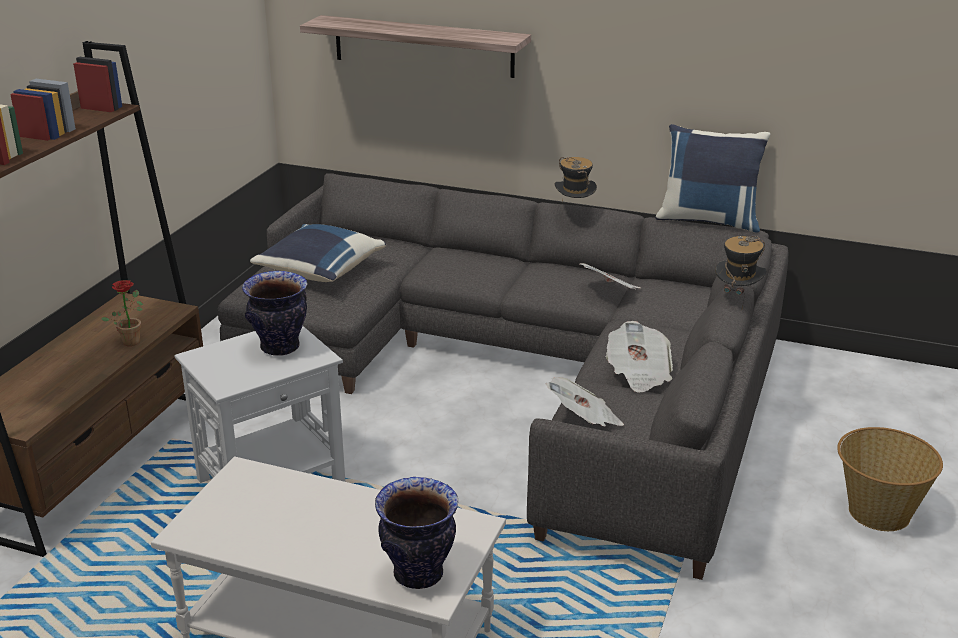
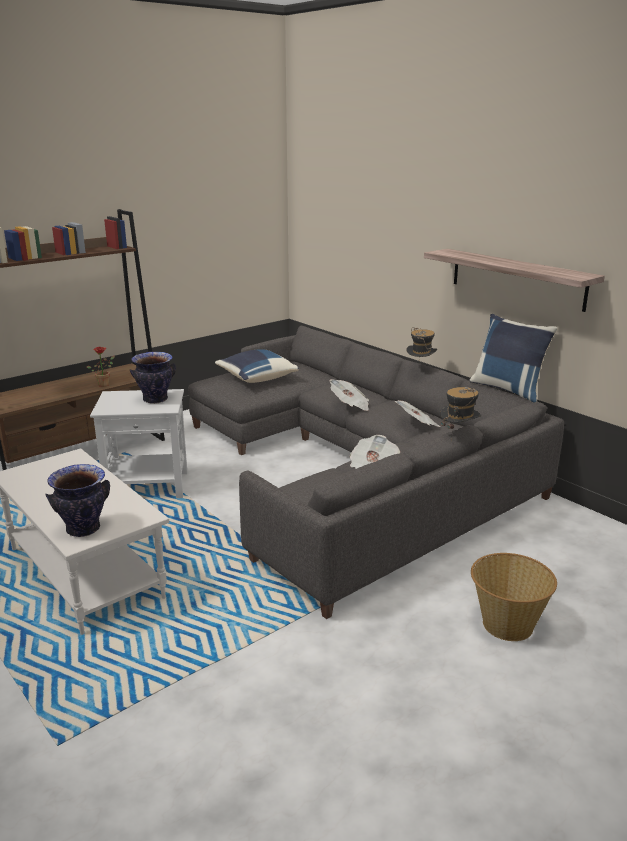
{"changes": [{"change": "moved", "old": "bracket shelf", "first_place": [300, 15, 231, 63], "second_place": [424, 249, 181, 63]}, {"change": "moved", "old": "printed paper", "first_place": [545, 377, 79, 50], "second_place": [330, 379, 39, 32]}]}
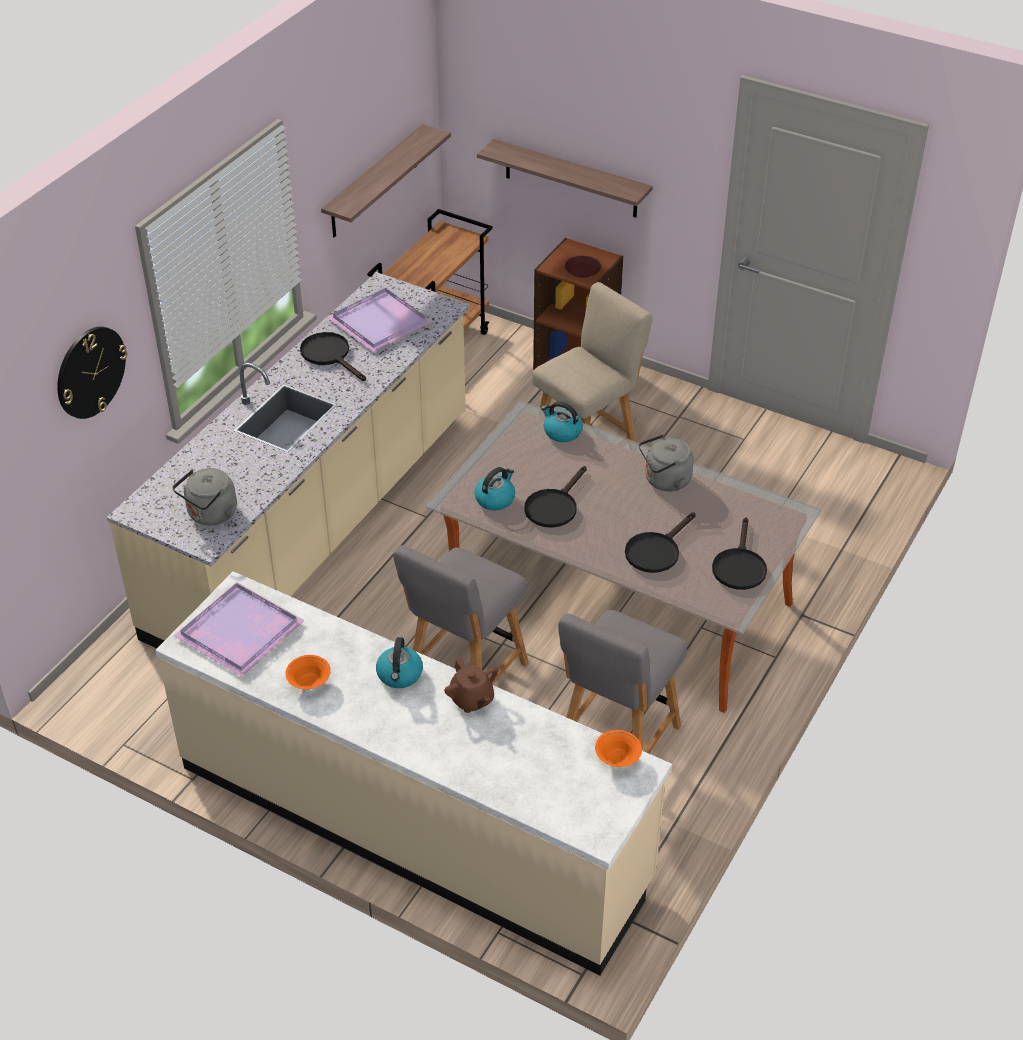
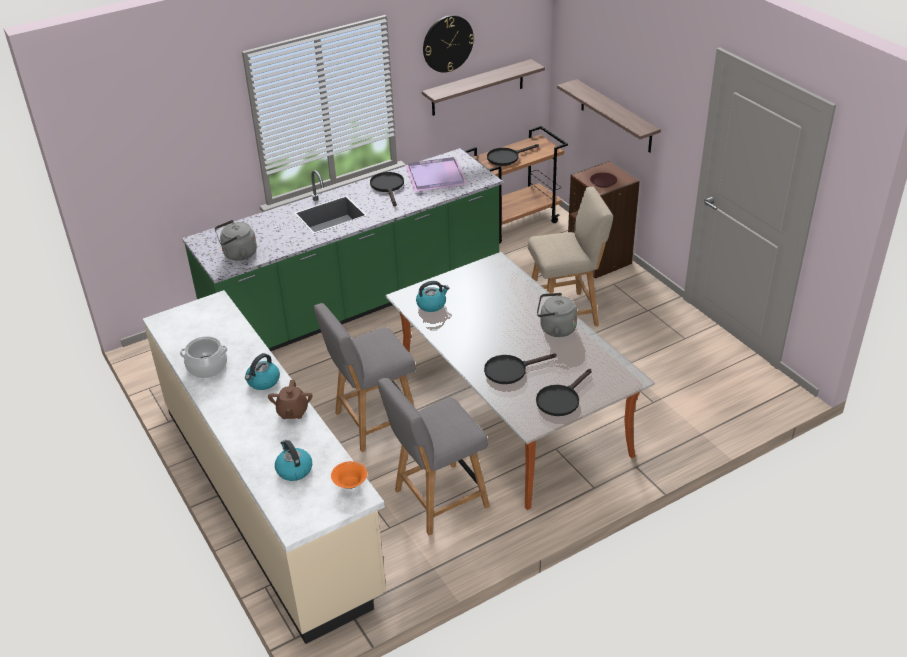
{"changes": [{"change": "recoloured", "old": "kitchen counter in beige-coloured", "new": "kitchen counter in green-coloured", "first_place": [107, 272, 363, 376], "second_place": [182, 148, 321, 203]}, {"change": "moved", "old": "clock on the wall", "first_place": [57, 327, 70, 92], "second_place": [423, 15, 51, 58]}, {"change": "moved", "old": "tea kettle", "first_place": [541, 401, 42, 41], "second_place": [275, 440, 37, 41]}, {"change": "moved", "old": "frying pan in blackish", "first_place": [524, 466, 63, 62], "second_place": [487, 144, 52, 22]}, {"change": "removed", "old": "tray in purple-coloured", "first_place": [174, 582, 131, 95]}, {"change": "replaced", "old": "bowl in orange", "new": "stockpot", "first_place": [285, 655, 46, 34], "second_place": [180, 336, 48, 42]}]}
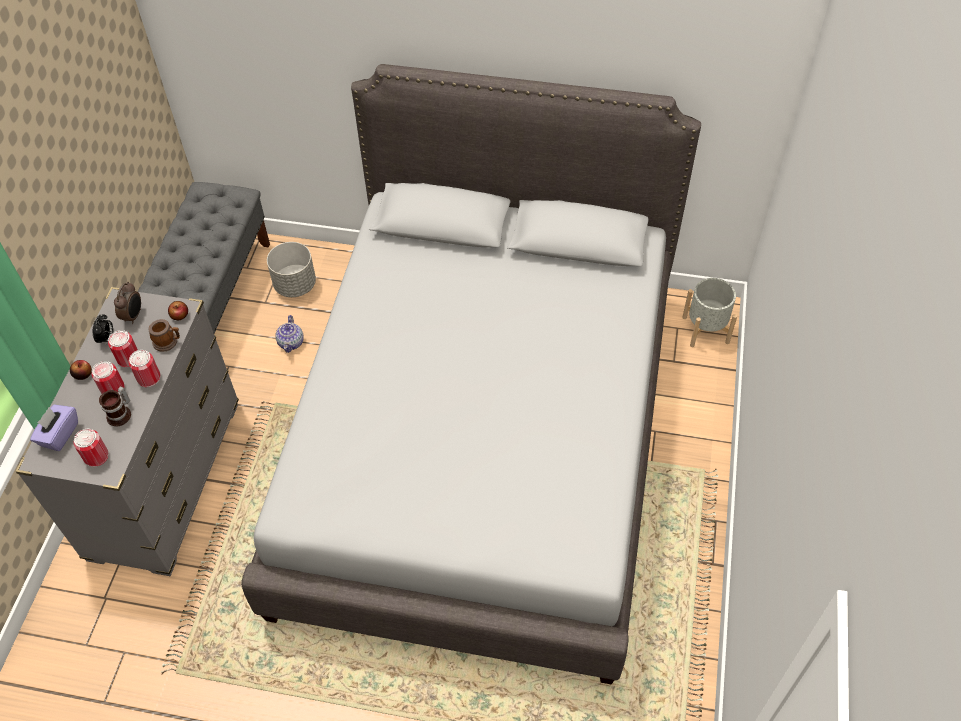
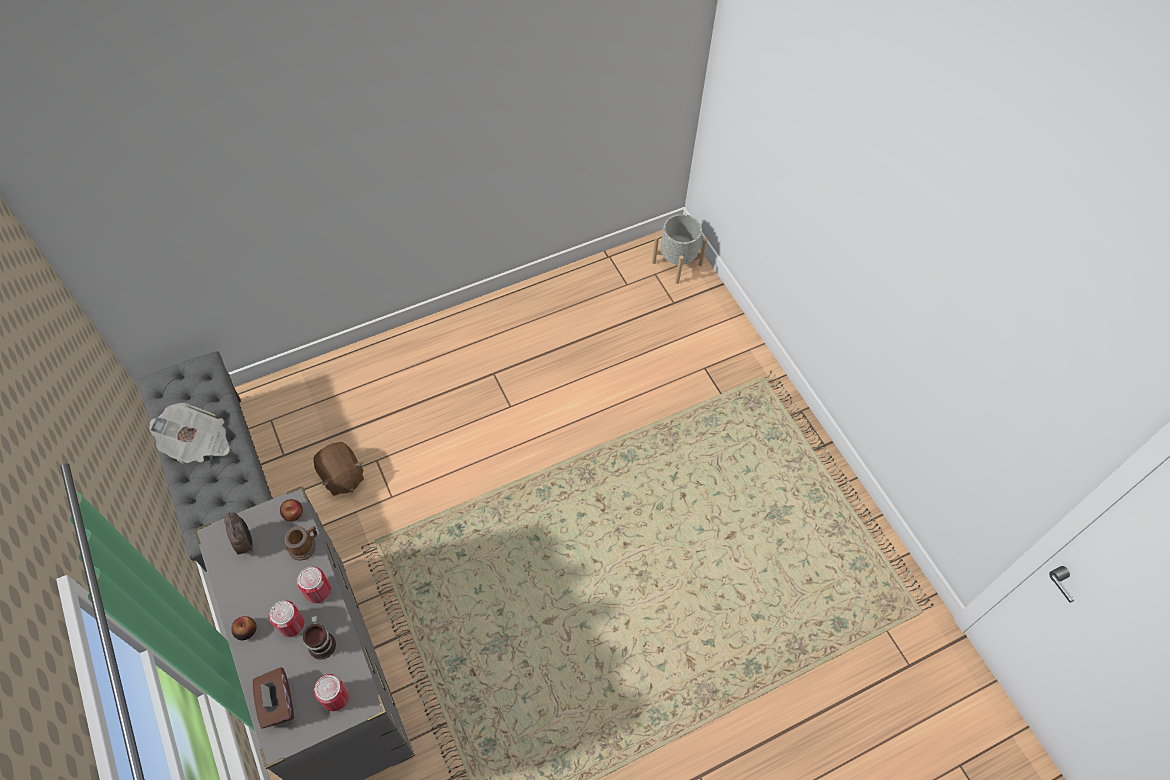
{"changes": [{"change": "removed", "old": "bedroom bed in greyish", "first_place": [241, 64, 460, 620]}, {"change": "removed", "old": "flower pot in greyish", "first_place": [267, 242, 49, 55]}, {"change": "removed", "old": "bedside clock", "first_place": [93, 314, 20, 30]}, {"change": "replaced", "old": "tea pot", "new": "soft toy in brown", "first_place": [276, 315, 28, 38], "second_place": [313, 442, 51, 54]}, {"change": "removed", "old": "sealed can", "first_place": [108, 330, 30, 37]}, {"change": "recoloured", "old": "tissue box in purple-coloured", "new": "tissue box in brown", "first_place": [30, 405, 48, 46], "second_place": [253, 667, 41, 62]}, {"change": "added", "new": "printed paper", "second_place": [149, 403, 81, 61]}]}
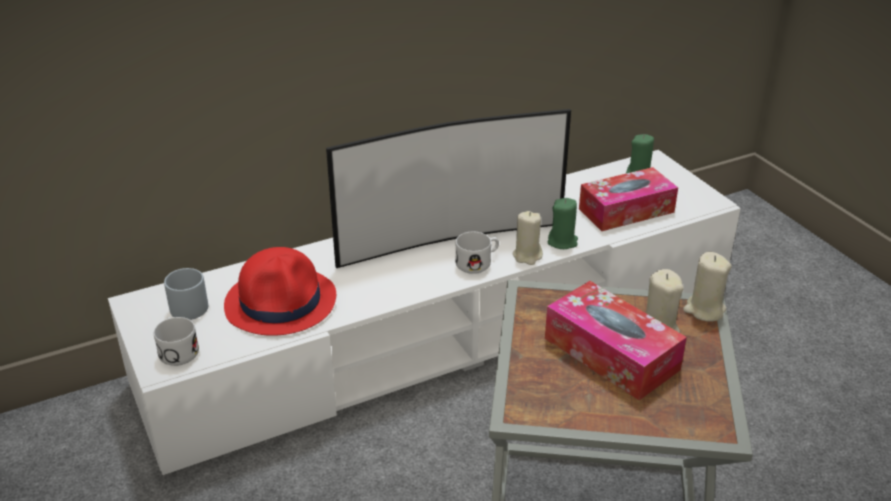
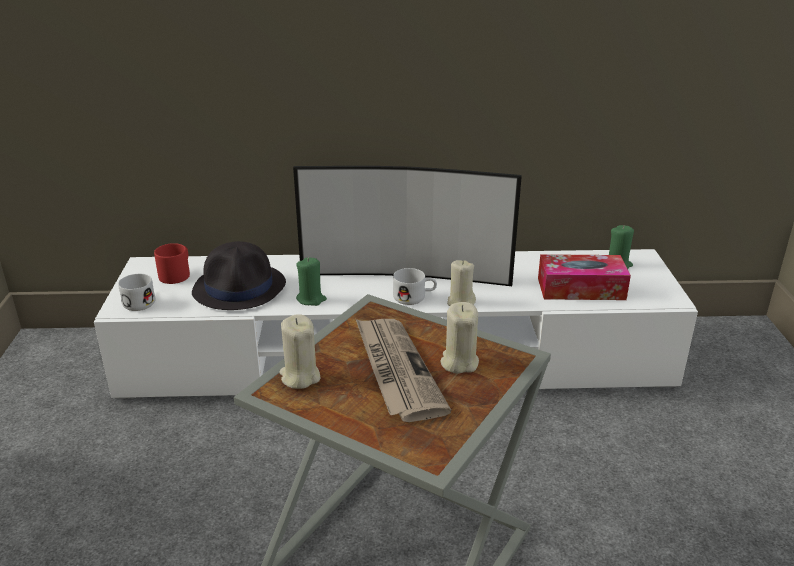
{"changes": [{"change": "moved", "old": "wax light in green-coloured", "first_place": [547, 198, 31, 51], "second_place": [296, 258, 31, 48]}, {"change": "recoloured", "old": "clothing hat in red", "new": "clothing hat in blackish", "first_place": [224, 247, 112, 89], "second_place": [192, 241, 94, 69]}, {"change": "moved", "old": "wax light in beige-coloured", "first_place": [683, 252, 48, 70], "second_place": [279, 314, 41, 75]}, {"change": "recoloured", "old": "coffee mug in greyish", "new": "coffee mug in red", "first_place": [164, 268, 44, 52], "second_place": [154, 243, 36, 41]}, {"change": "replaced", "old": "tissue box", "new": "printed paper", "first_place": [545, 281, 142, 119], "second_place": [356, 319, 95, 103]}]}
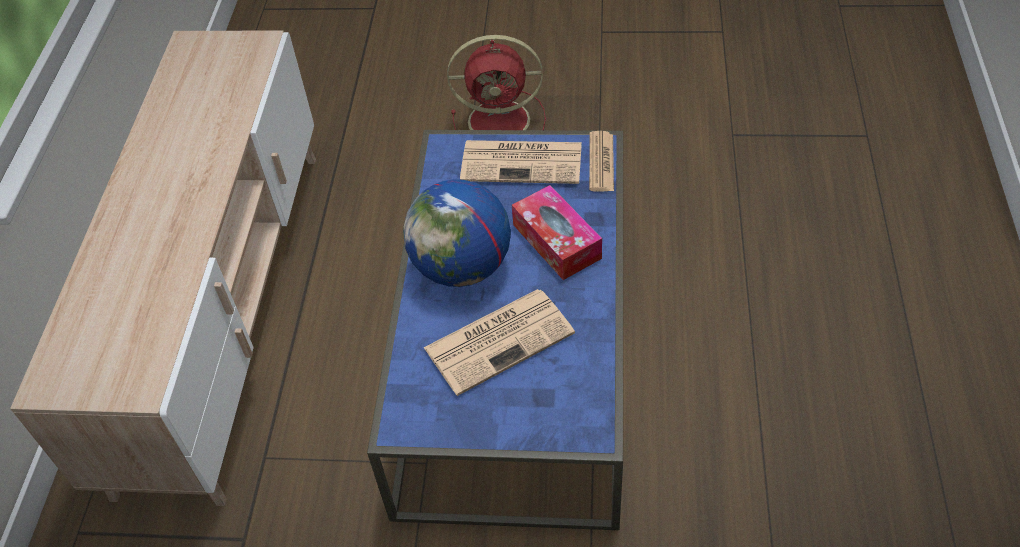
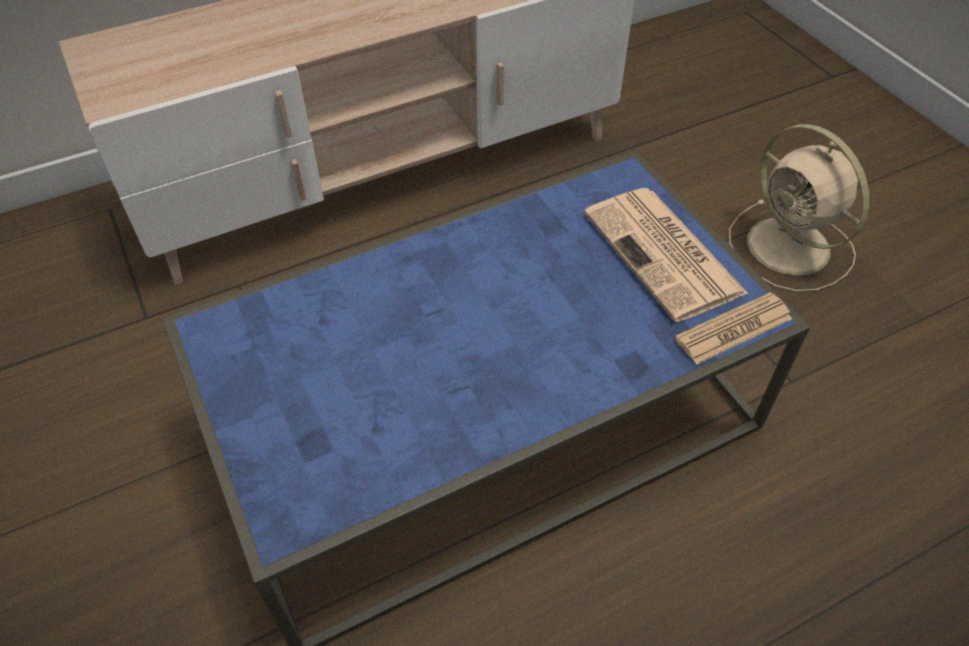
{"changes": [{"change": "recoloured", "old": "fan in red", "new": "fan in beige-coloured", "first_place": [447, 35, 99, 95], "second_place": [729, 124, 140, 168]}, {"change": "removed", "old": "globe", "first_place": [403, 179, 108, 108]}, {"change": "removed", "old": "tissue box", "first_place": [512, 185, 90, 95]}, {"change": "removed", "old": "printed paper", "first_place": [424, 289, 151, 107]}]}
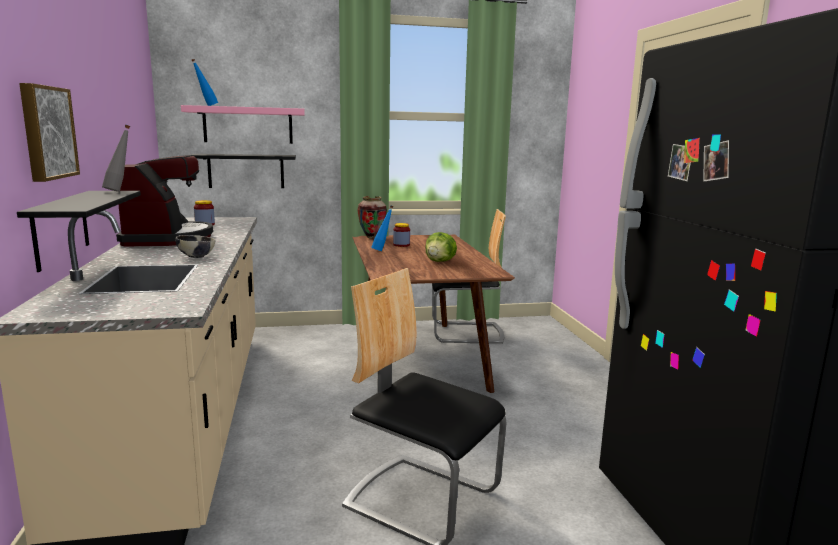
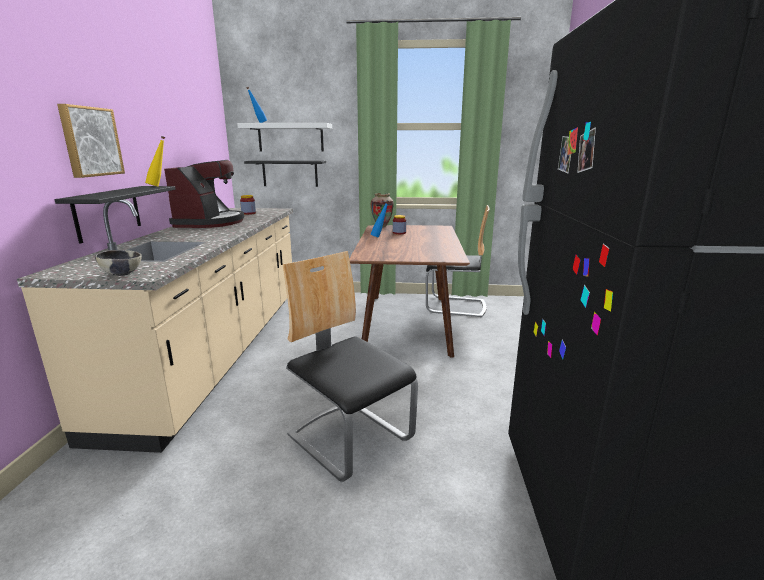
{"changes": [{"change": "recoloured", "old": "bracket shelf in pink", "new": "bracket shelf in white-coloured", "first_place": [181, 105, 124, 39], "second_place": [237, 123, 95, 29]}, {"change": "recoloured", "old": "bottle in greyish", "new": "bottle in yellow", "first_place": [102, 125, 28, 67], "second_place": [145, 136, 20, 51]}, {"change": "removed", "old": "lettuce", "first_place": [425, 232, 32, 30]}, {"change": "moved", "old": "bowl", "first_place": [175, 235, 40, 23], "second_place": [95, 250, 47, 26]}]}
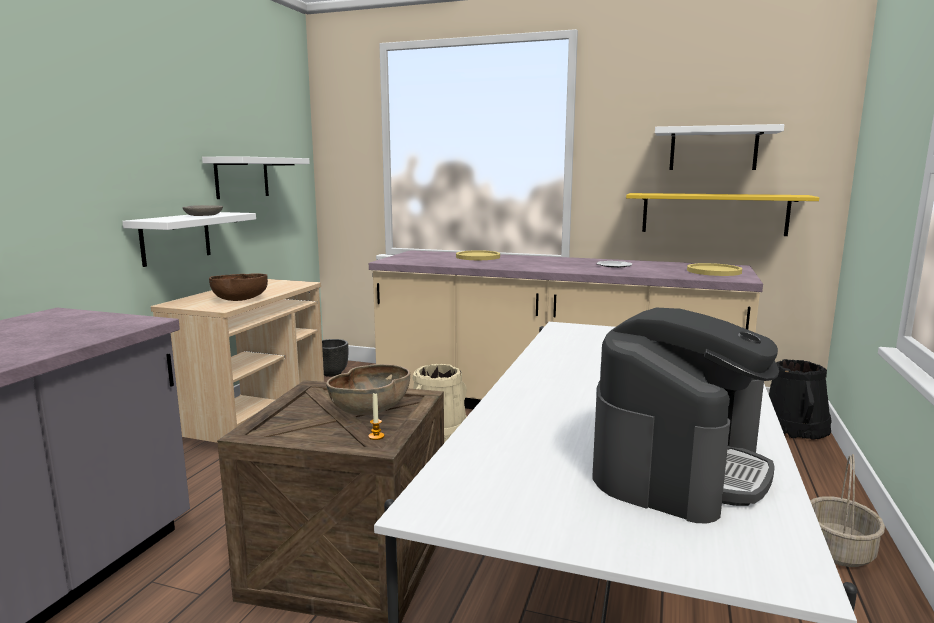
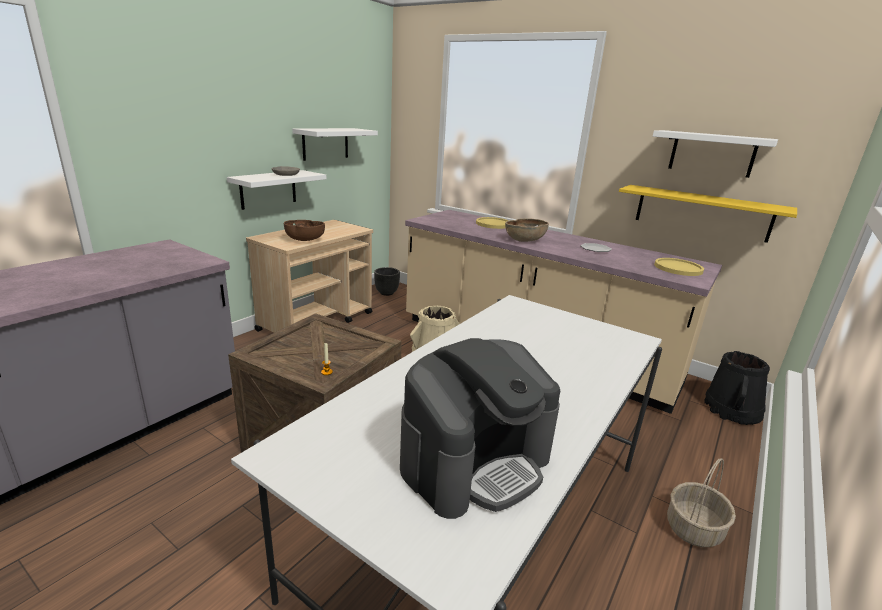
{"changes": [{"change": "moved", "old": "bowl in brown", "first_place": [326, 364, 84, 51], "second_place": [505, 219, 44, 23]}]}
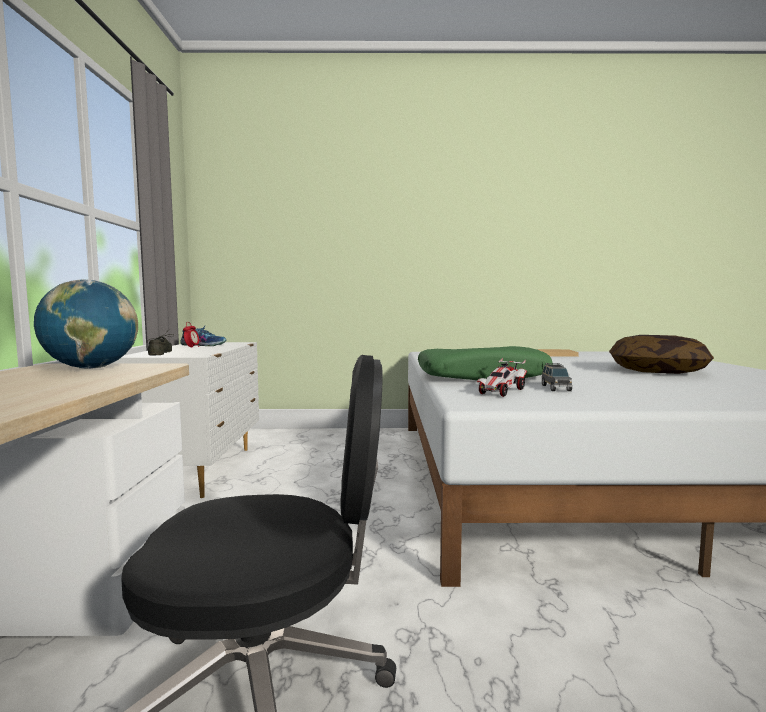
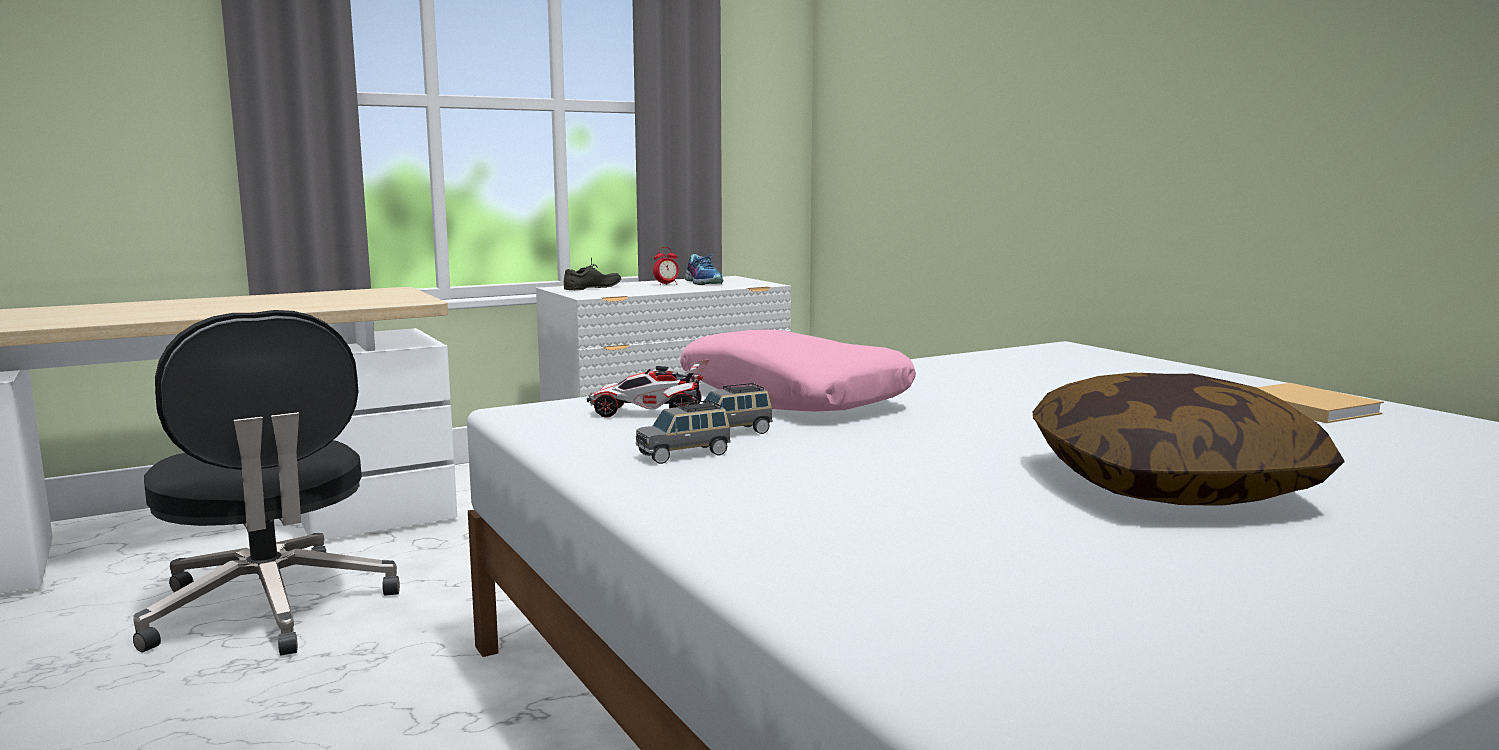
{"changes": [{"change": "removed", "old": "globe", "first_place": [34, 279, 104, 90]}, {"change": "recoloured", "old": "cushion in green-coloured", "new": "cushion in pink", "first_place": [418, 346, 135, 34], "second_place": [680, 330, 236, 81]}, {"change": "added", "new": "toy car in greyish", "second_place": [636, 400, 95, 64]}]}
